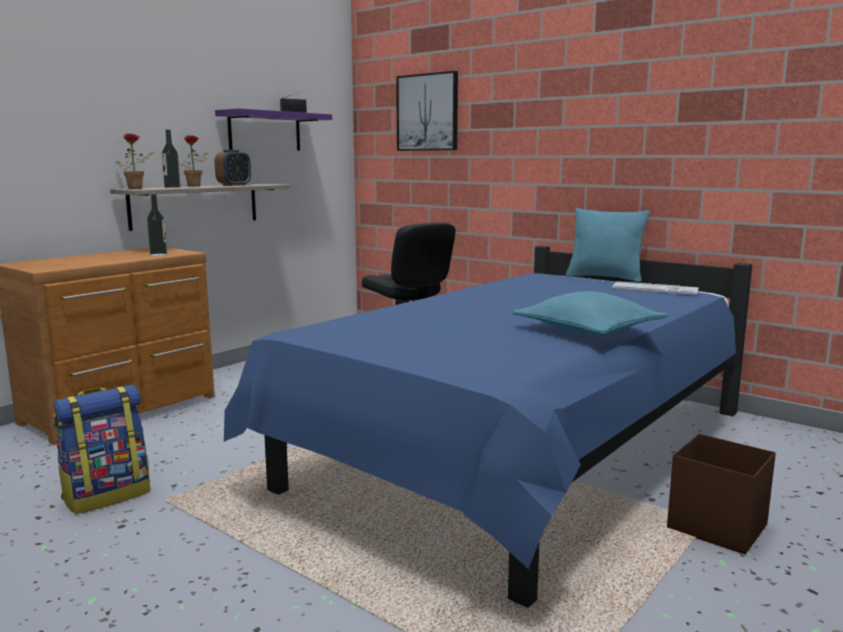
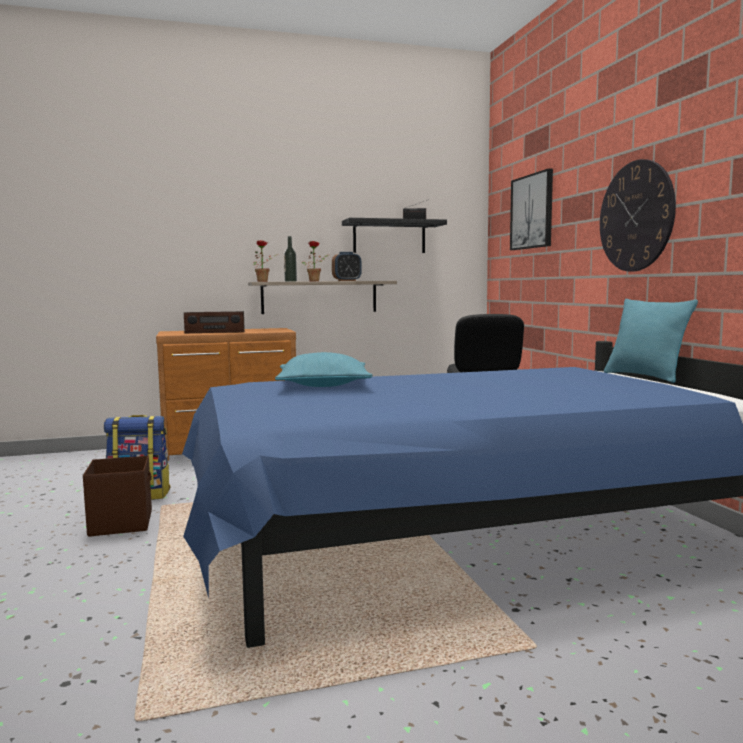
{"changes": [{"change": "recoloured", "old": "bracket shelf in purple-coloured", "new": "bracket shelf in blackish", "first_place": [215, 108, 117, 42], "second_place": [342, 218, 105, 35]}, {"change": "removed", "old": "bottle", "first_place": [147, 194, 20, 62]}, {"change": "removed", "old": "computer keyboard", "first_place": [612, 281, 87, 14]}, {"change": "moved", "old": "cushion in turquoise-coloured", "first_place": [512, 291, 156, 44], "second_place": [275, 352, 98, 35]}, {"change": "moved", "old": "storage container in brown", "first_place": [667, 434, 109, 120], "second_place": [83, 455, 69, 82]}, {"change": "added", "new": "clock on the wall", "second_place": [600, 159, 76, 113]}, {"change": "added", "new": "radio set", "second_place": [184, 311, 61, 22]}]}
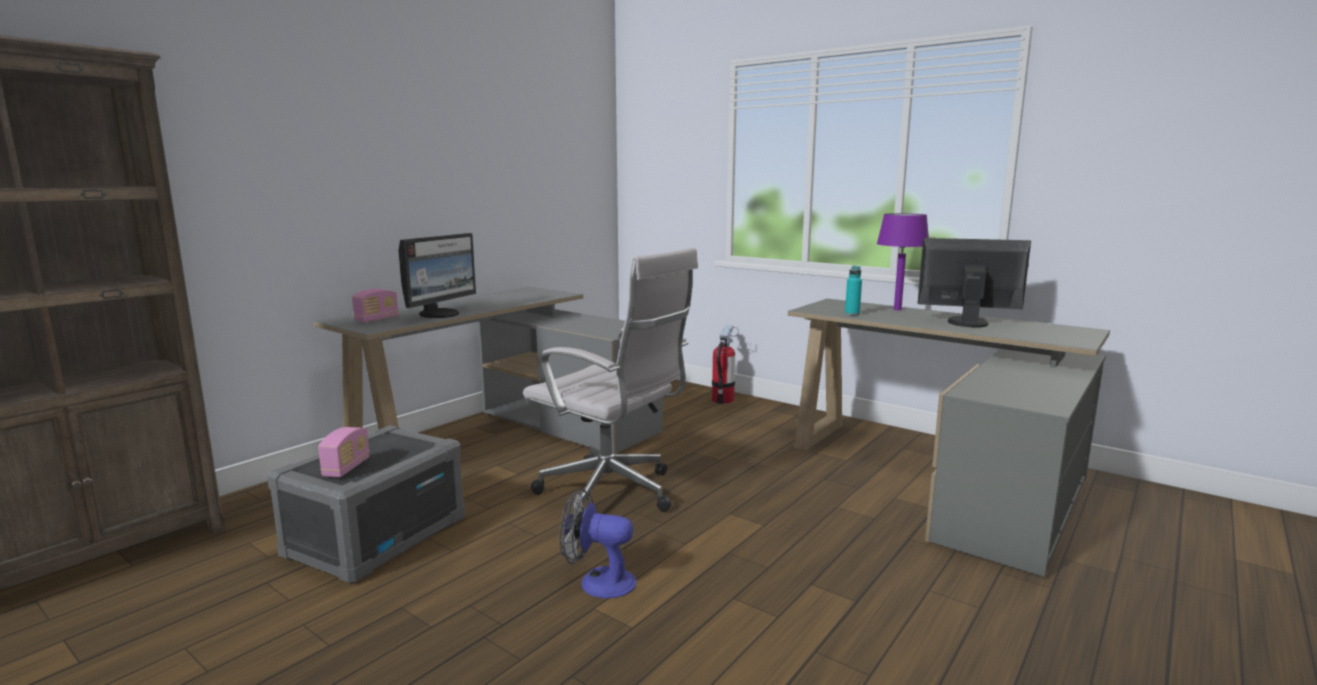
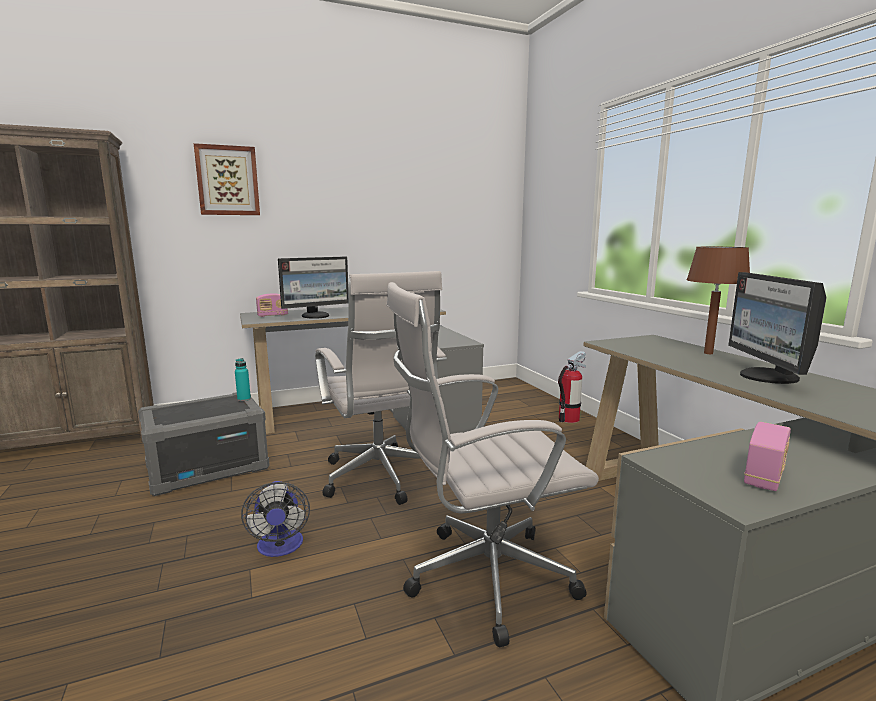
{"changes": [{"change": "recoloured", "old": "lamp for a table in purple-coloured", "new": "lamp for a table in brown", "first_place": [877, 213, 52, 97], "second_place": [687, 247, 63, 107]}, {"change": "turned", "old": "computer screen", "first_place": [918, 238, 113, 89], "second_place": [728, 272, 98, 112], "degrees": -135}, {"change": "moved", "old": "bottle in turquoise-coloured", "first_place": [845, 266, 17, 49], "second_place": [235, 358, 16, 43]}, {"change": "moved", "old": "radio set", "first_place": [318, 427, 52, 50], "second_place": [744, 422, 47, 69]}, {"change": "turned", "old": "fan", "first_place": [559, 488, 77, 110], "second_place": [241, 481, 69, 76], "degrees": -150}, {"change": "added", "new": "picture", "second_place": [194, 143, 66, 72]}, {"change": "added", "new": "office chair in white-coloured", "second_place": [386, 282, 213, 365]}]}
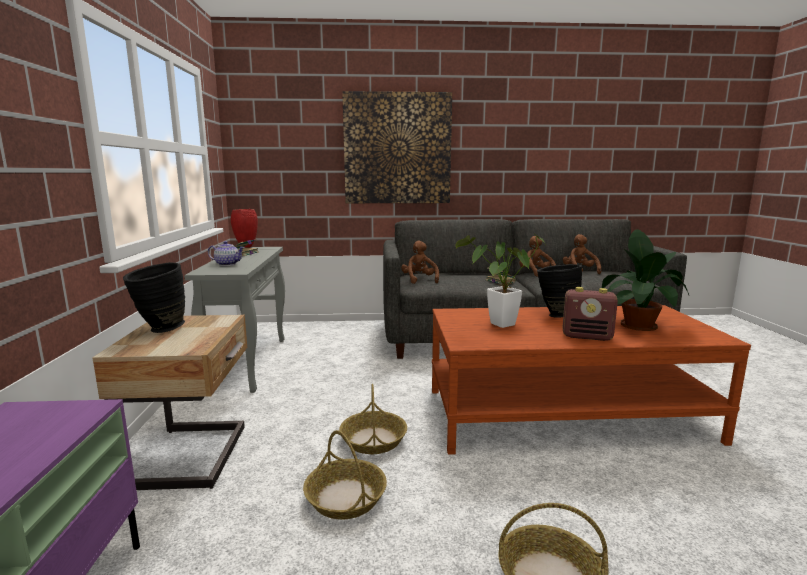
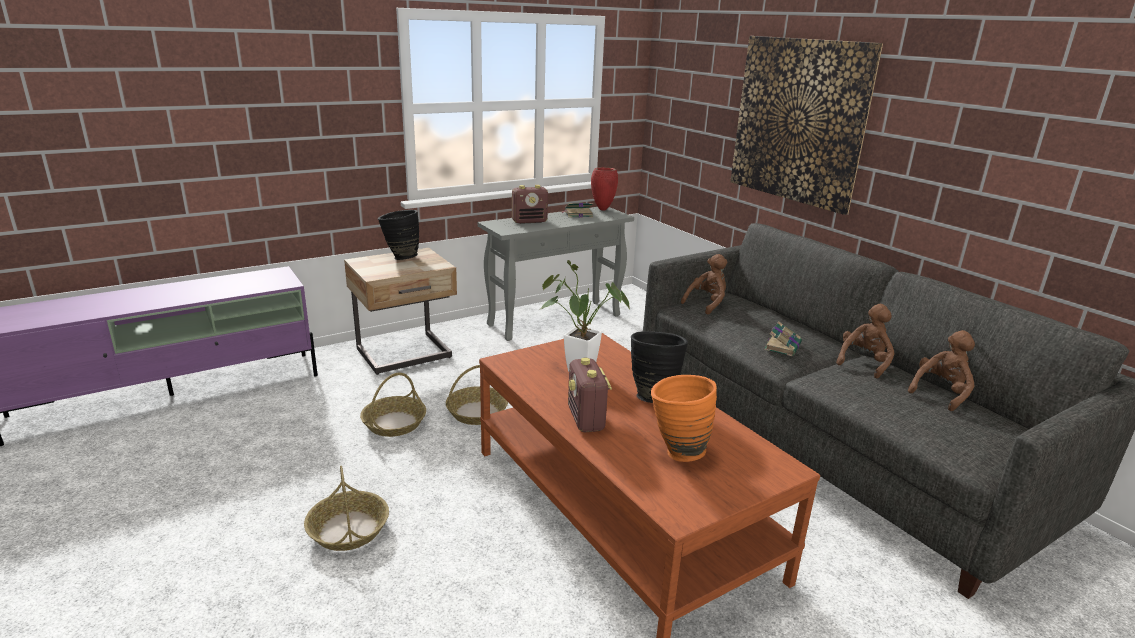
{"changes": [{"change": "replaced", "old": "plant in a pot", "new": "vase in orange", "first_place": [602, 229, 87, 102], "second_place": [651, 375, 66, 87]}, {"change": "replaced", "old": "tea pot", "new": "radio set", "first_place": [208, 241, 37, 25], "second_place": [512, 185, 36, 39]}]}
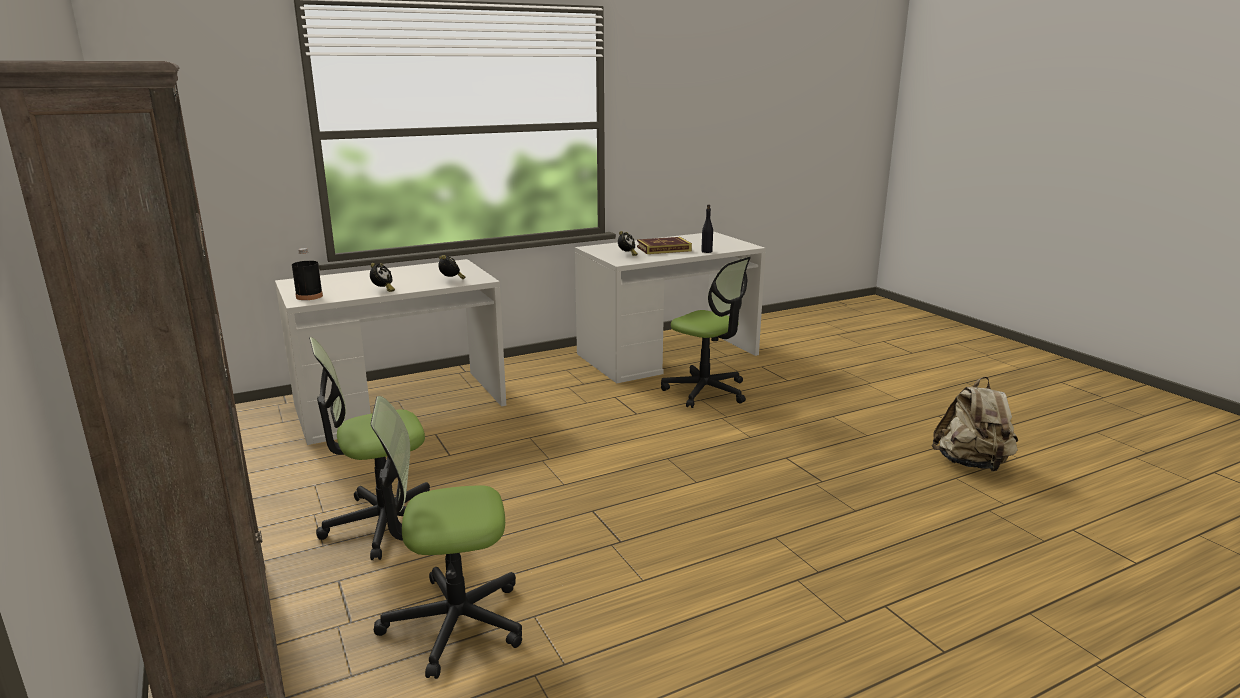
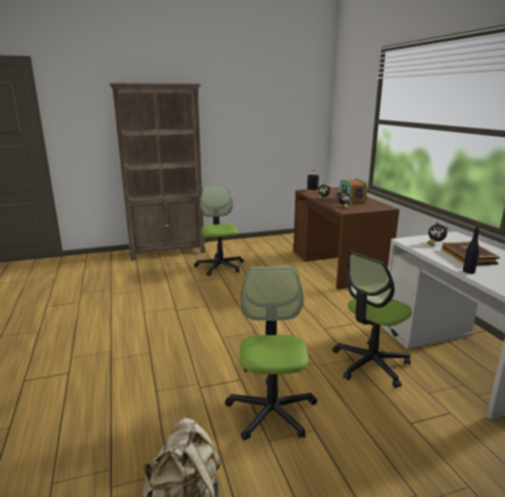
{"changes": [{"change": "recoloured", "old": "desk in white-coloured", "new": "desk in brown", "first_place": [275, 259, 231, 186], "second_place": [293, 187, 107, 102]}, {"change": "moved", "old": "office chair", "first_place": [371, 396, 151, 283], "second_place": [225, 266, 92, 174]}, {"change": "added", "new": "radio set", "second_place": [337, 178, 30, 26]}]}
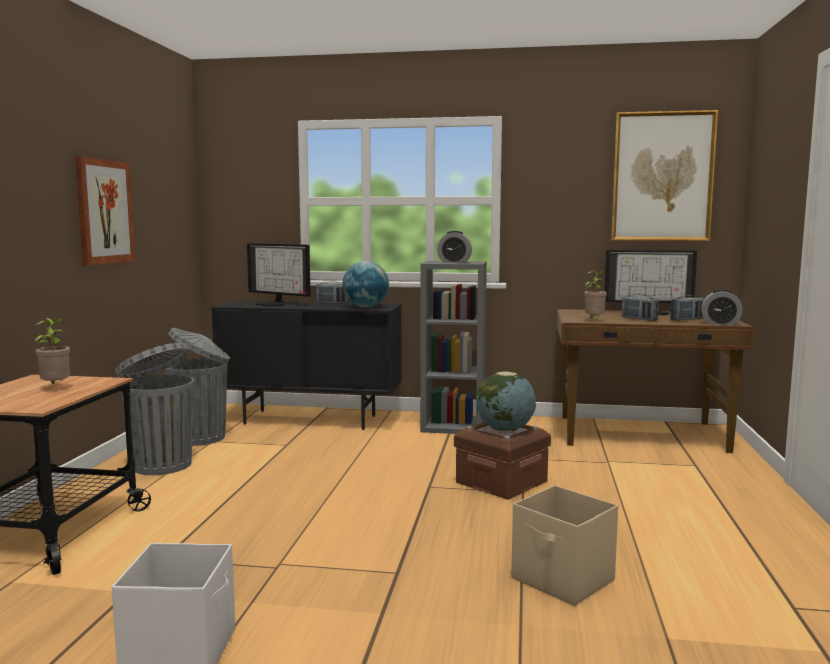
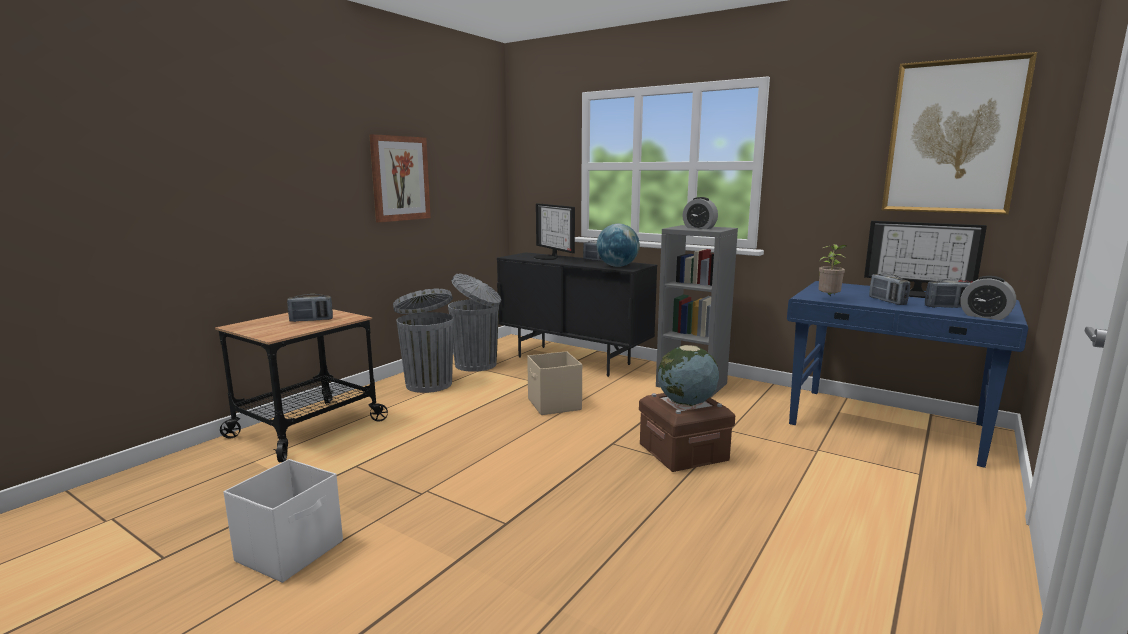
{"changes": [{"change": "recoloured", "old": "desk in brown", "new": "desk in bluish", "first_place": [557, 309, 198, 144], "second_place": [787, 281, 241, 187]}, {"change": "replaced", "old": "plant in a pot", "new": "radio set", "first_place": [35, 317, 35, 67], "second_place": [287, 294, 46, 28]}, {"change": "moved", "old": "storage container in beige-coloured", "first_place": [511, 485, 107, 121], "second_place": [527, 351, 55, 64]}]}
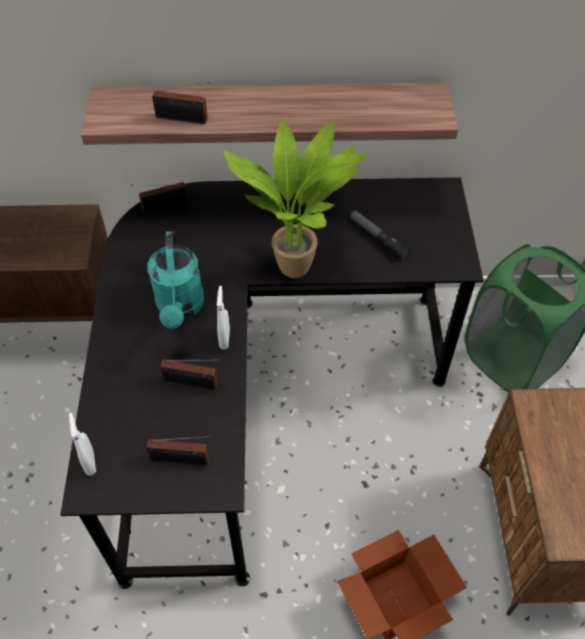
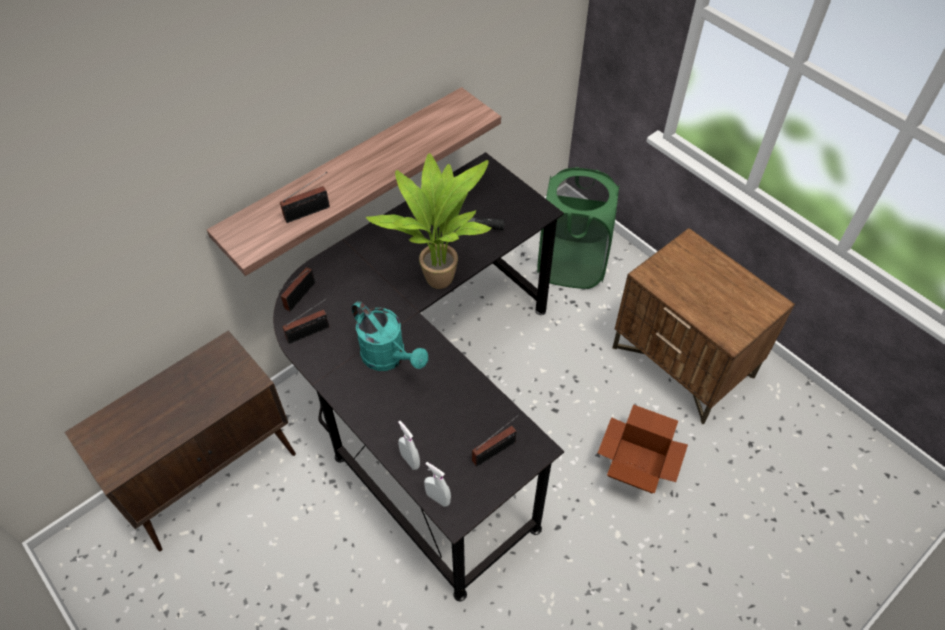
{"changes": [{"change": "moved", "old": "sprayer in white-coloured", "first_place": [217, 286, 13, 64], "second_place": [398, 421, 22, 49]}, {"change": "moved", "old": "radio set", "first_place": [160, 359, 60, 32], "second_place": [283, 298, 46, 46]}]}
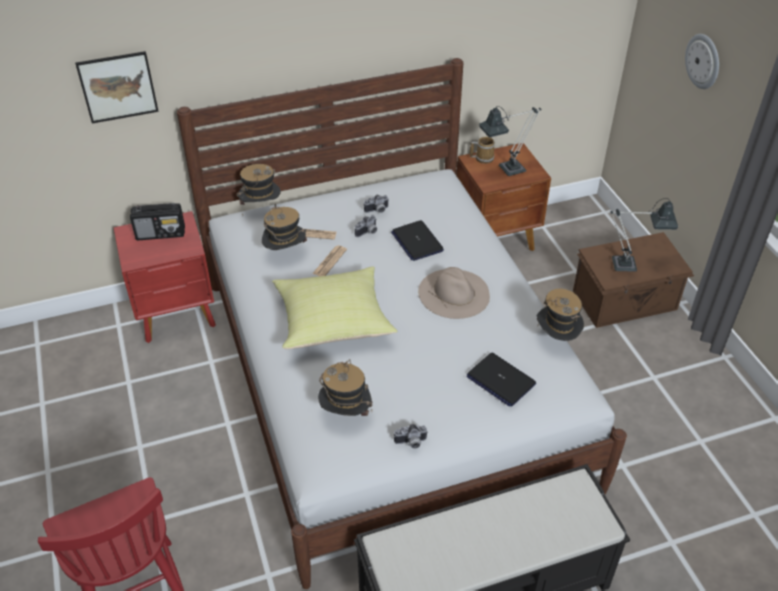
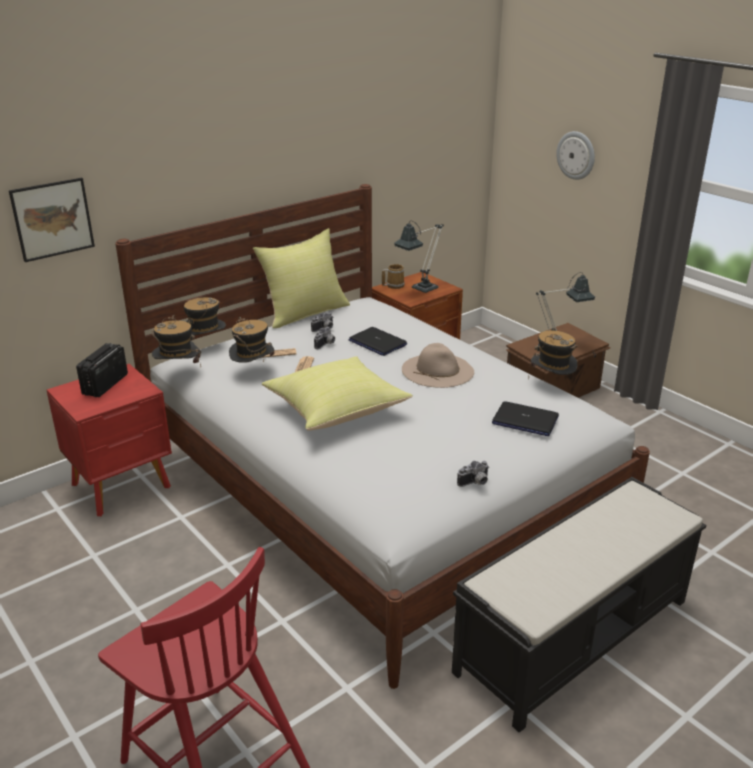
{"changes": [{"change": "turned", "old": "radio set", "first_place": [130, 203, 55, 37], "second_place": [76, 343, 52, 54], "degrees": 135}, {"change": "moved", "old": "clothing hat", "first_place": [318, 359, 54, 57], "second_place": [151, 315, 50, 51]}, {"change": "added", "new": "cushion in yellow", "second_place": [253, 228, 97, 100]}]}
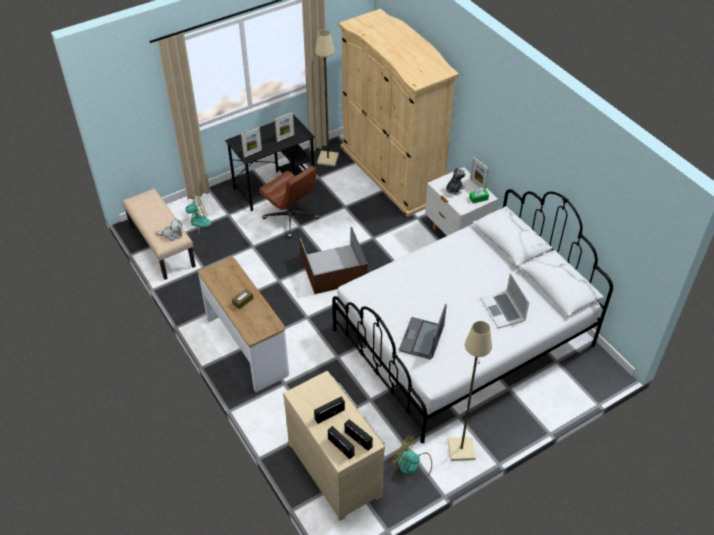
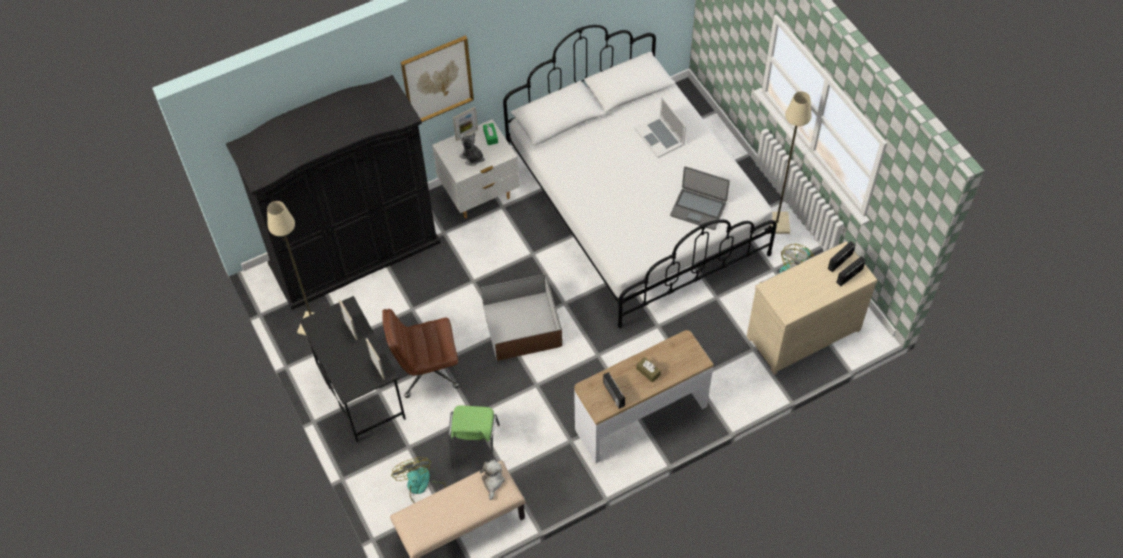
{"changes": [{"change": "recoloured", "old": "wardrobe in beige-coloured", "new": "wardrobe in blackish", "first_place": [338, 9, 121, 208], "second_place": [226, 75, 215, 235]}, {"change": "turned", "old": "office chair in brown", "first_place": [259, 166, 60, 72], "second_place": [382, 309, 77, 89], "degrees": -150}, {"change": "turned", "old": "laptop", "first_place": [480, 272, 49, 56], "second_place": [634, 97, 52, 61], "degrees": 75}, {"change": "moved", "old": "radio set", "first_place": [314, 396, 31, 28], "second_place": [603, 372, 22, 37]}, {"change": "added", "new": "picture", "second_place": [401, 36, 73, 86]}, {"change": "added", "new": "upright chair in green-coloured", "second_place": [449, 405, 51, 63]}]}
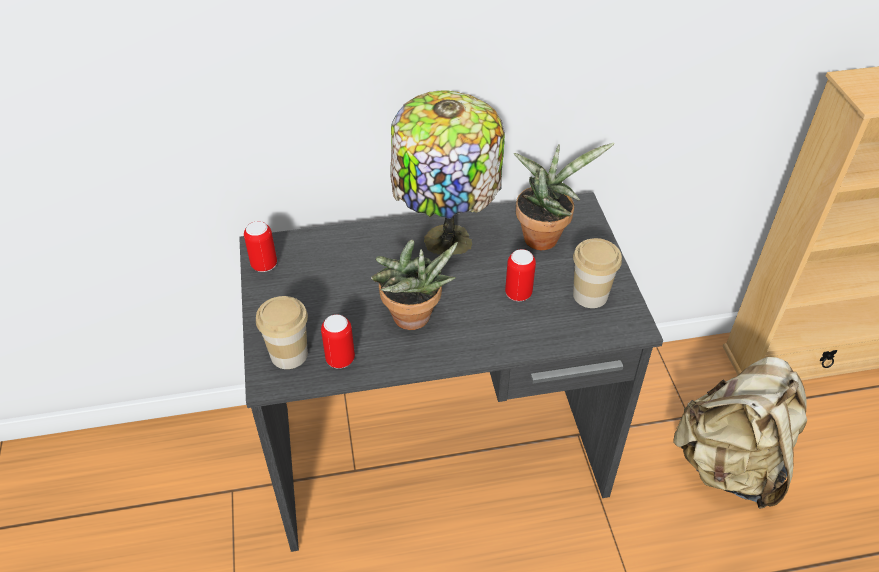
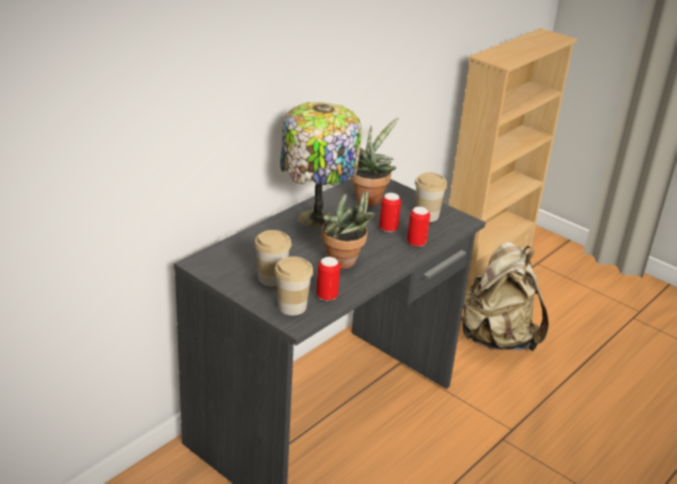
{"changes": [{"change": "moved", "old": "sealed can", "first_place": [244, 221, 33, 51], "second_place": [407, 207, 23, 40]}, {"change": "added", "new": "cup", "second_place": [254, 230, 38, 56]}]}
